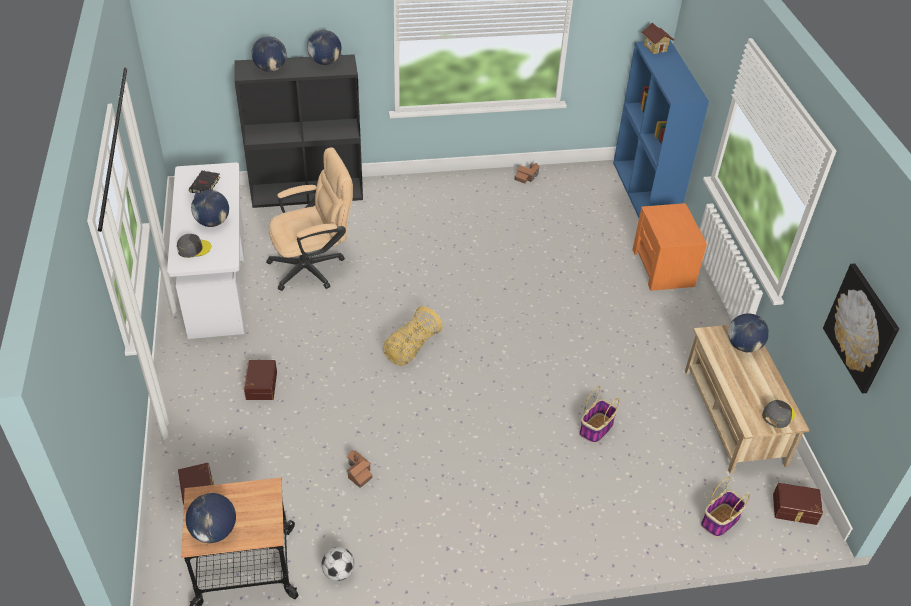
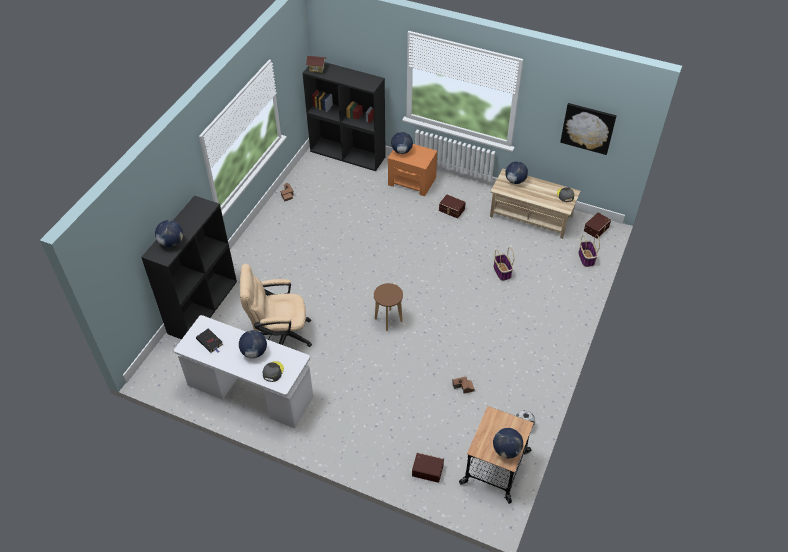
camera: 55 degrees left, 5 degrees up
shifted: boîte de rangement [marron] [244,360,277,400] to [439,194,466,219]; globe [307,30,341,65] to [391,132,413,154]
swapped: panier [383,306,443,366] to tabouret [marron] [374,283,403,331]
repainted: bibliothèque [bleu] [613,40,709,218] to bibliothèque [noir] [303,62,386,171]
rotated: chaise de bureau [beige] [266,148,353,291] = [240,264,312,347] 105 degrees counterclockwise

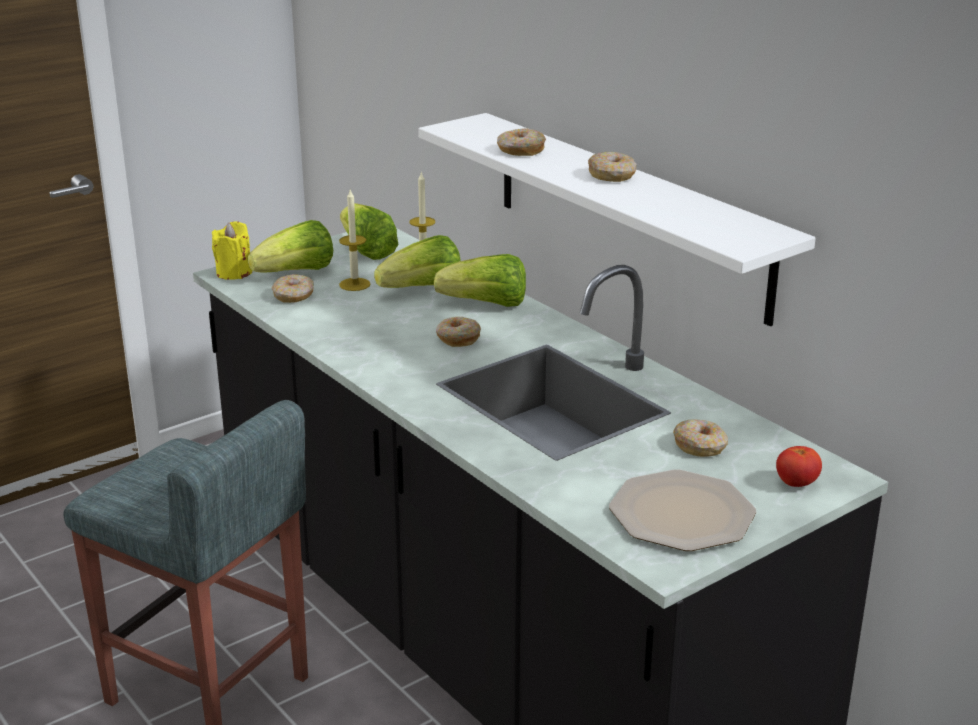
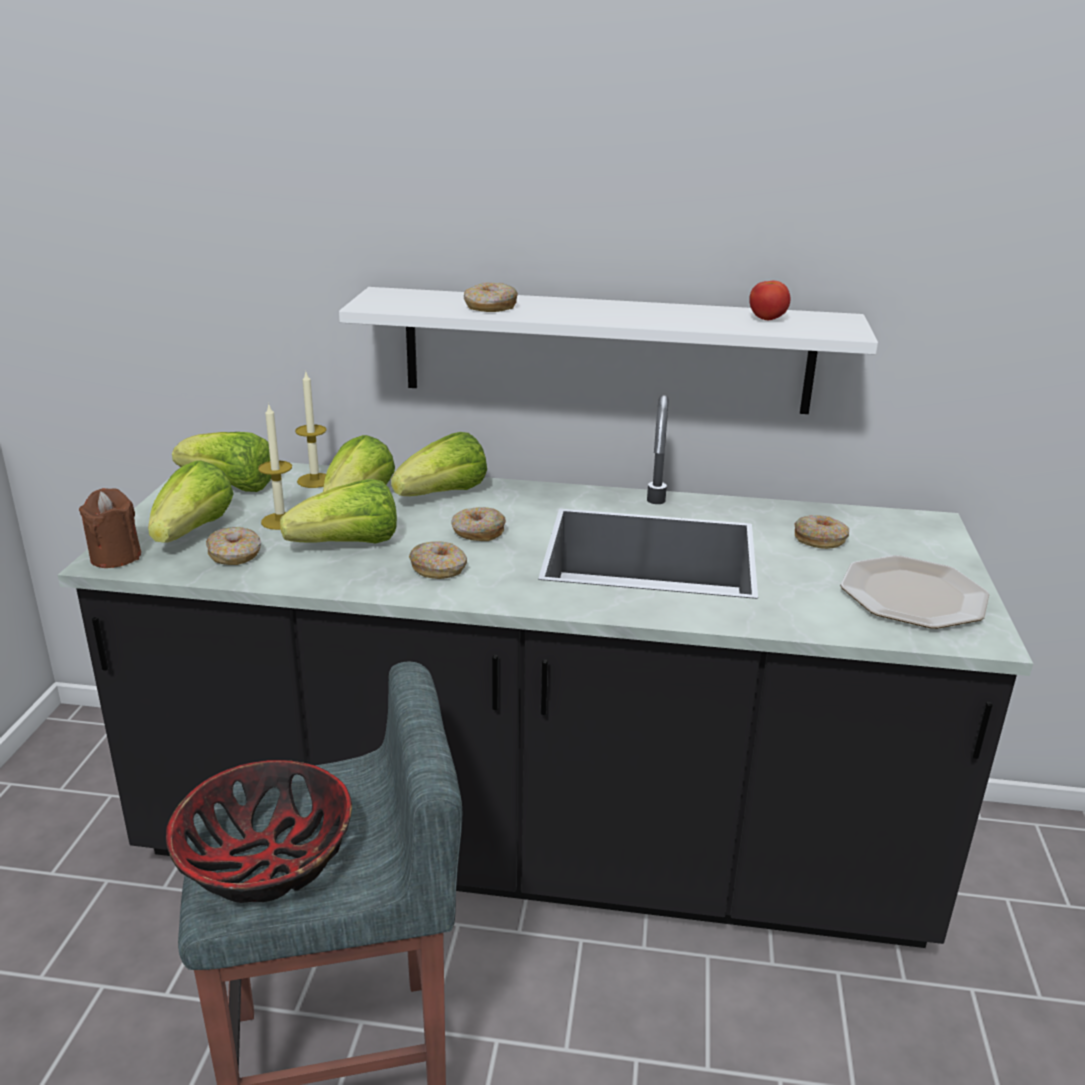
camera: 45 degrees left, 0 degrees up
new: bol [166,760,352,903]; laitue [280,479,397,544]
shifted: beignet [588,152,637,182] to [409,541,467,579]; tomate [776,446,822,487] to [749,281,790,320]
repainted: bougie [jaune] [212,221,253,280] to bougie [marron] [79,488,141,568]

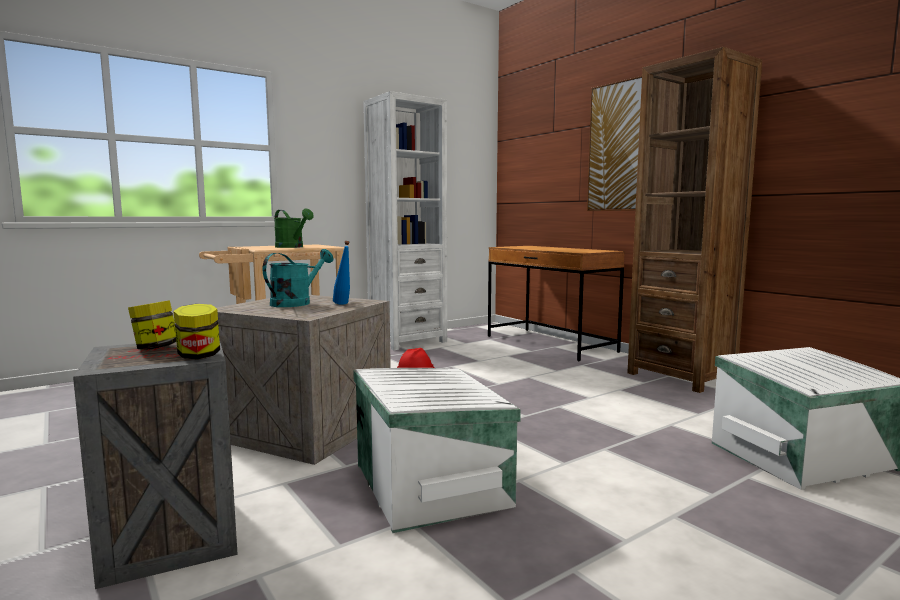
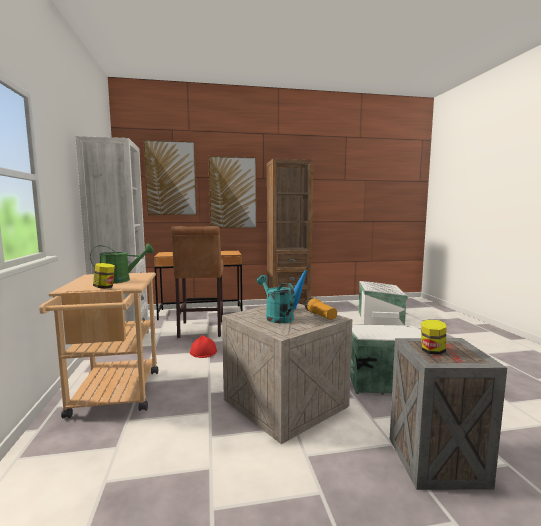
camera: 65 degrees left, 0 degrees up
new: tableau [143,140,197,216]; tabouret [marron] [171,226,224,338]; lampe de poche [305,297,337,320]
shifted: bocal [173,304,220,359] to [93,263,115,288]

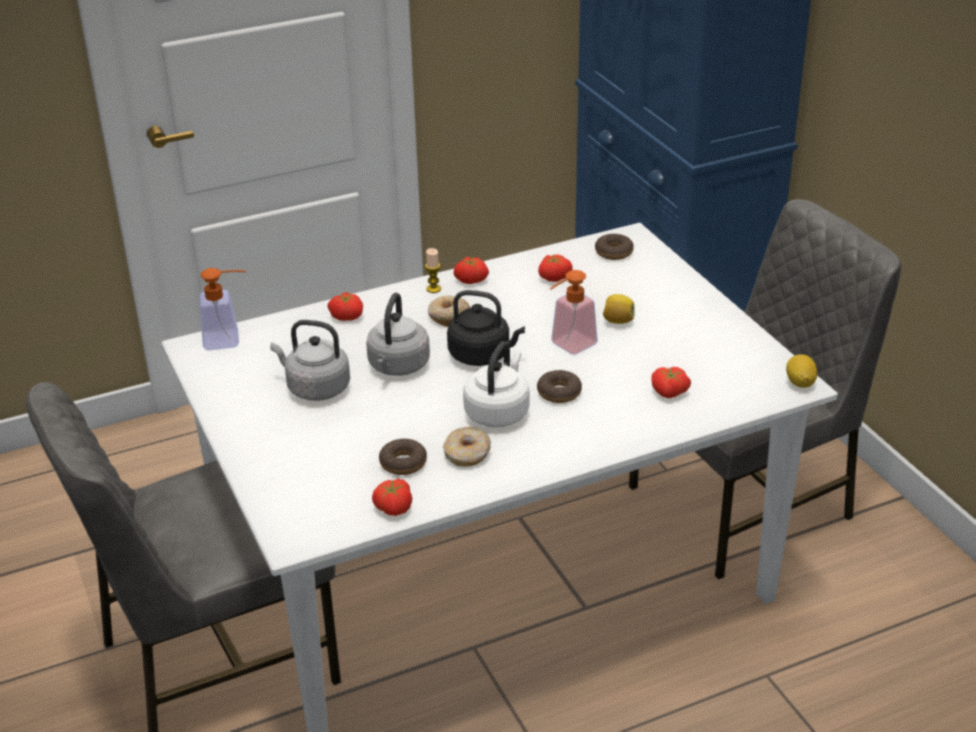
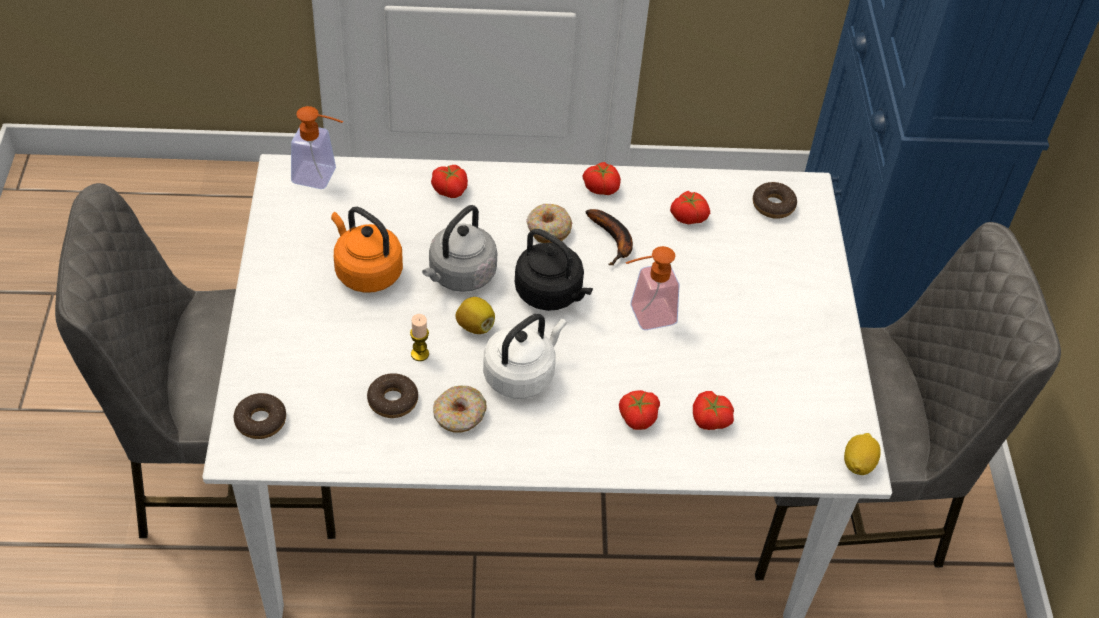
camera: 20 degrees right, 15 degrees up
new: banane [586,209,633,266]
shifted: tomate [372,479,412,516] to [619,390,660,430]; bougie [425,248,441,293] to [410,314,429,361]; beignet [537,370,582,403] to [234,393,286,439]; citron [603,294,635,324] to [455,297,495,334]
repainted: bouilloire [gris] [270,320,350,401] to bouilloire [orange] [331,207,403,293]

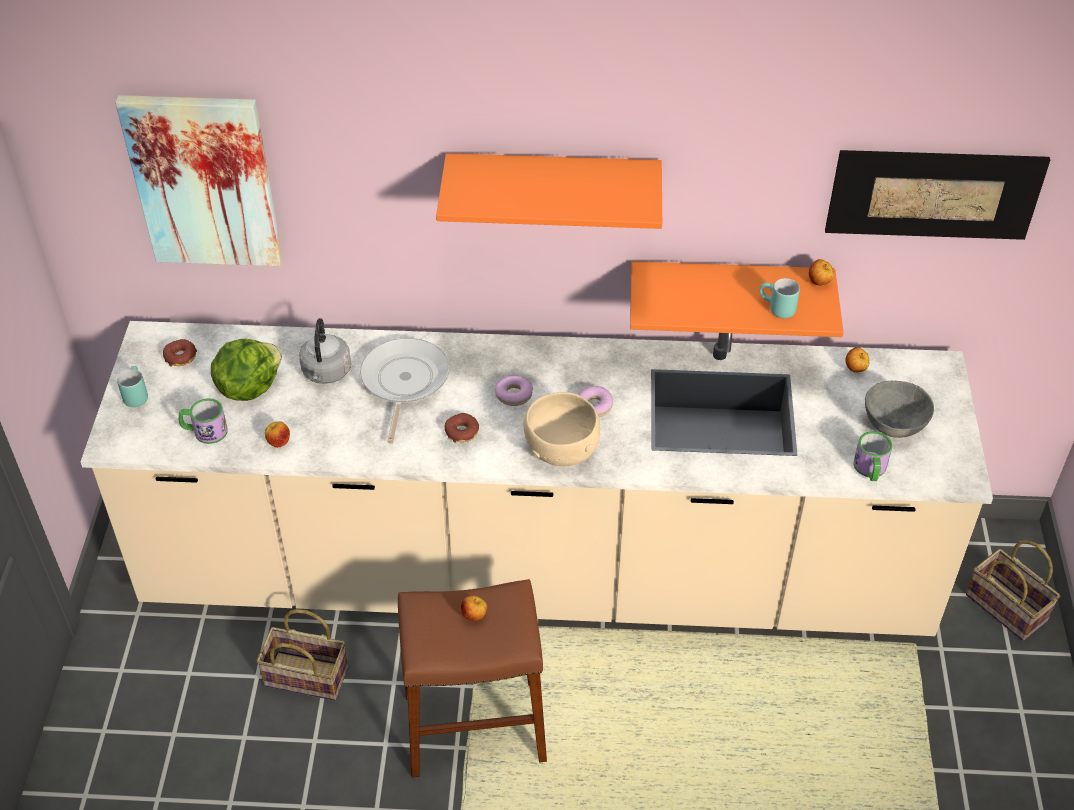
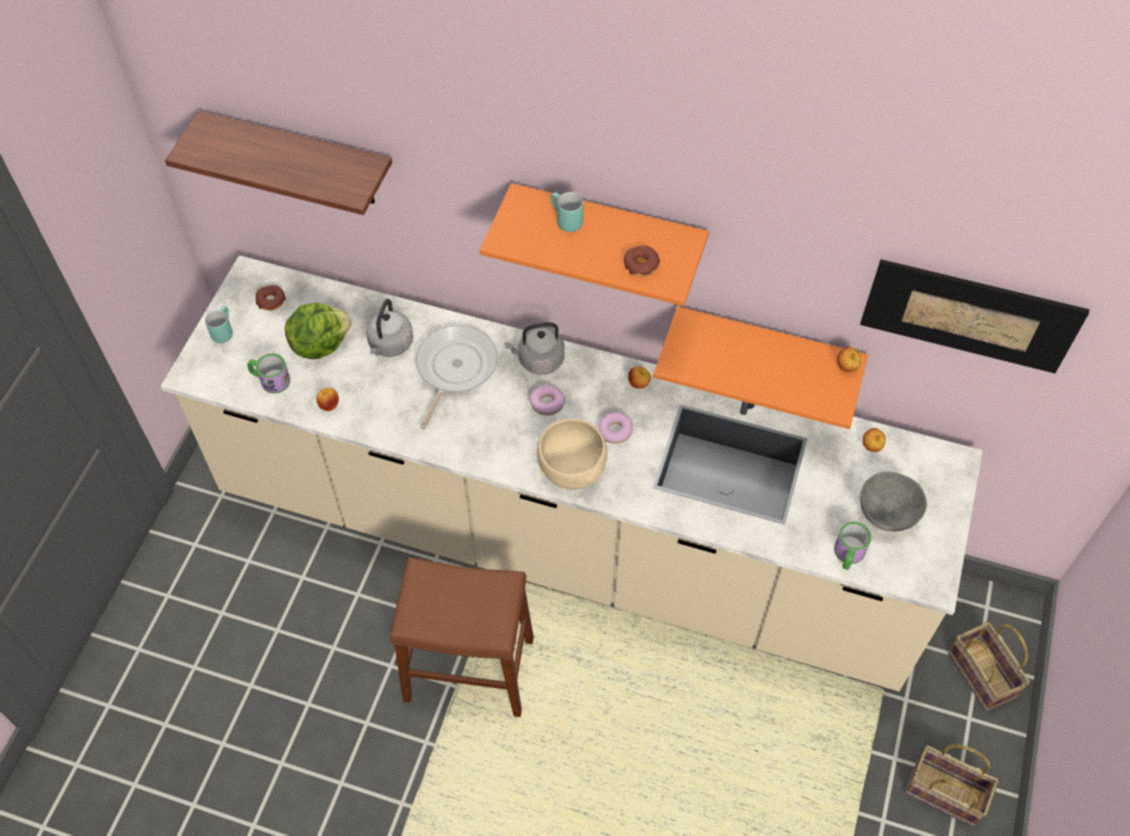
camera: 15 degrees right, 10 degrees up
new: bouilloire [gris] [504,322,564,375]
shifted: panier [256,609,348,701] to [905,744,999,827]; beignet [445,413,479,443] to [624,246,660,276]; pomme [461,595,487,621] to [628,366,651,389]; mug [turquoise] [760,278,800,318] to [551,192,583,232]
swapped: tableau [115,95,283,266] to étagère [165,111,392,215]

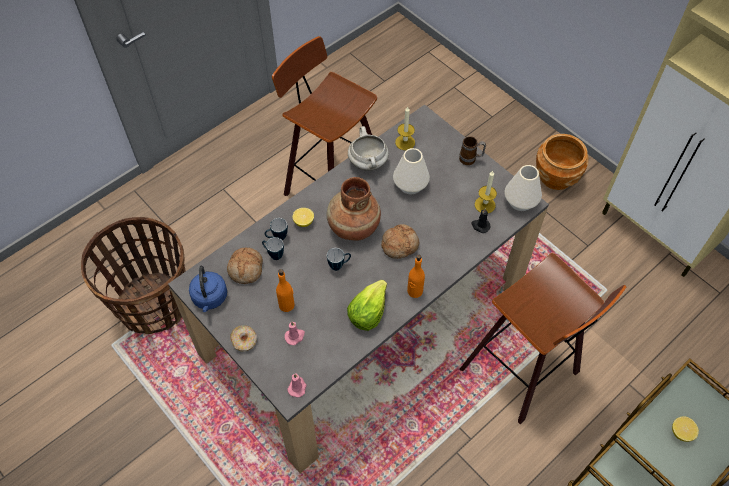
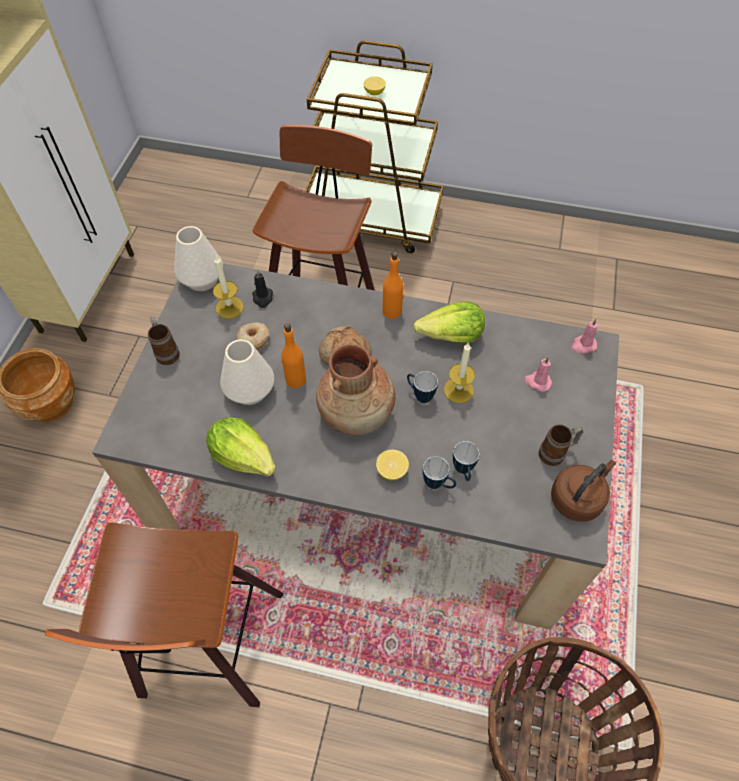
camera: 125 degrees left, 0 degrees up
gone: pain [227,247,263,284]
new: mug [539,424,583,466]
shifted: beignet [230,325,257,352] to [236,322,270,350]; bouteille [orange] [276,269,295,312] to [281,323,306,388]; bougie [395,107,415,150] to [444,343,475,403]
swapped: marmite [blanc] [348,126,389,171] to laitue [206,417,276,477]
repainted: bouilloire [bleu] [189,266,227,312] to bouilloire [marron] [551,460,616,522]

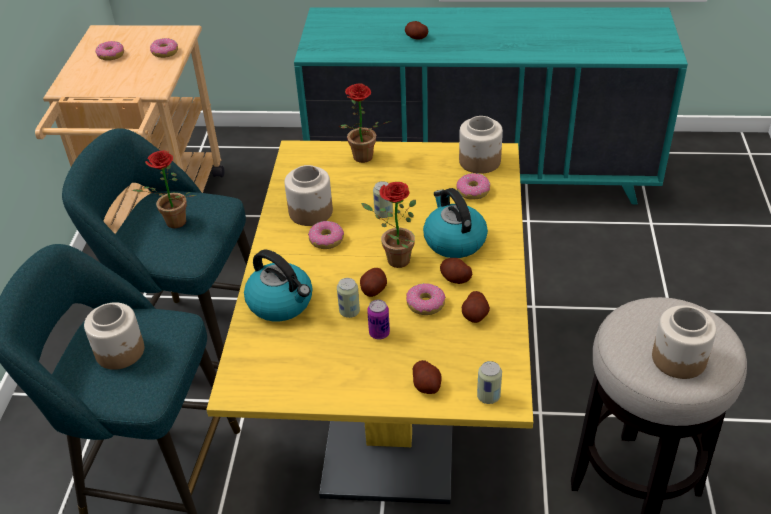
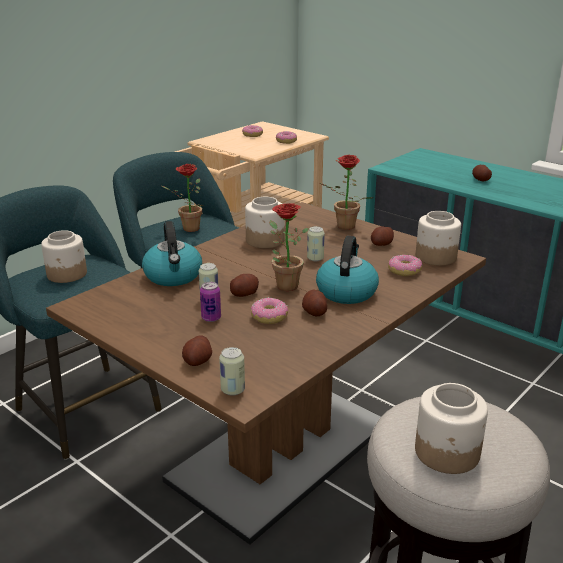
camera: 35 degrees right, 15 degrees down
gone: beignet [308,221,344,249]
shifted: pomme de terre [462,291,490,323] to [371,226,394,246]
repainted: table à manger [jaune] [206,140,533,504] to table à manger [marron] [46,202,486,545]

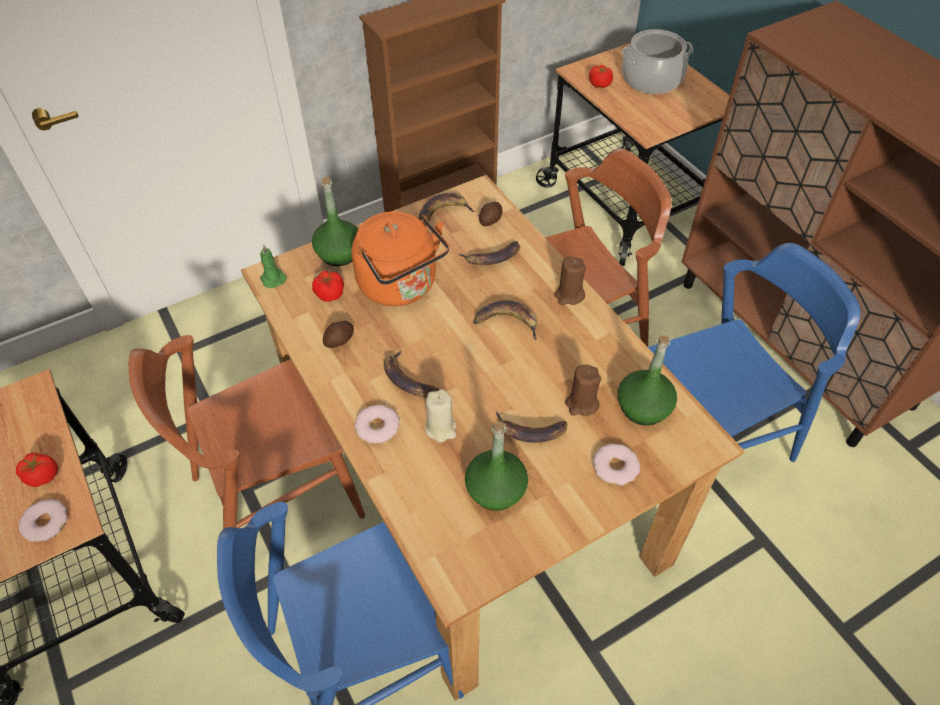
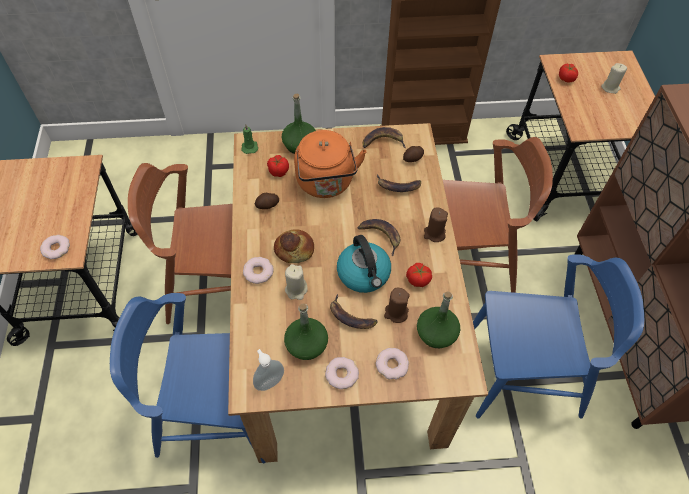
camera: 25 degrees right, 5 degrees up
new: distributeur de savon [253,349,284,391]; beignet [325,357,359,389]; bouilloire [337,235,391,293]
shifted: tomate [16,452,58,487] to [406,263,432,287]
swapped: banane [384,350,439,397] to pain [274,229,314,263]; marmite [622,29,693,94] to bougie [beige] [601,63,627,94]

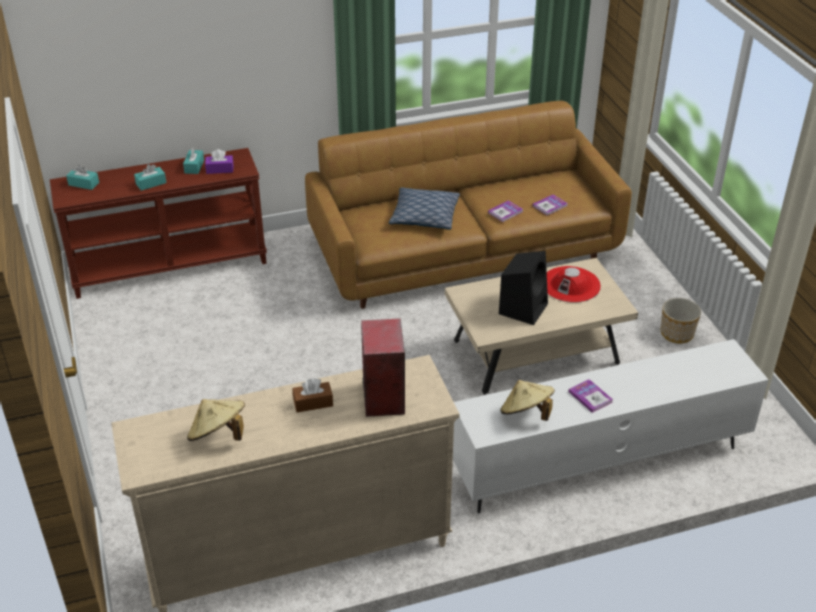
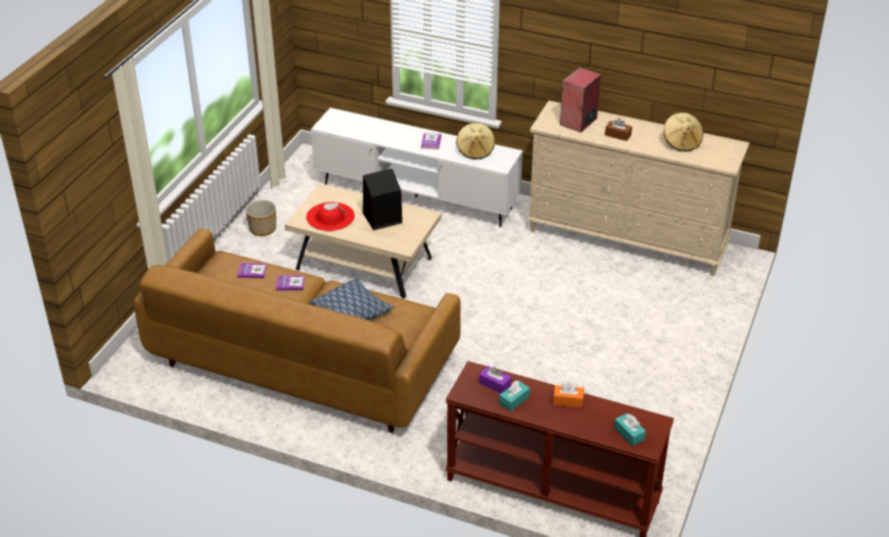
camera: 140 degrees left, 0 degrees up
repainted: boîte à mouchoirs [turquoise] [134,164,166,191] to boîte à mouchoirs [orange] [553,382,584,408]

